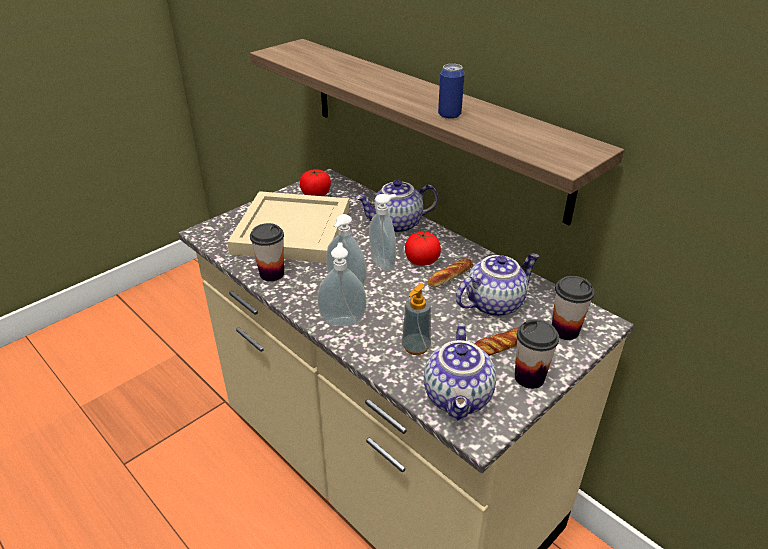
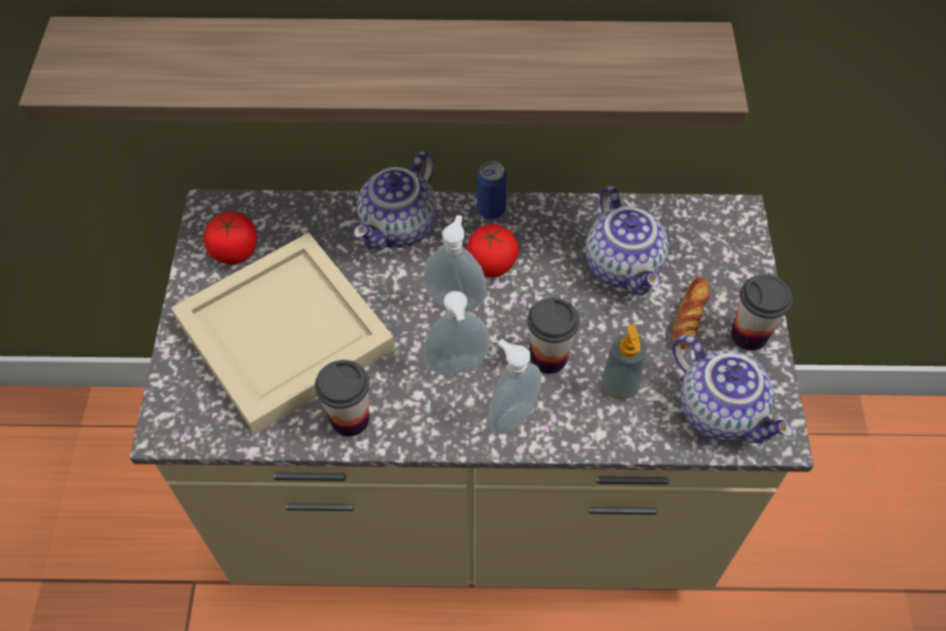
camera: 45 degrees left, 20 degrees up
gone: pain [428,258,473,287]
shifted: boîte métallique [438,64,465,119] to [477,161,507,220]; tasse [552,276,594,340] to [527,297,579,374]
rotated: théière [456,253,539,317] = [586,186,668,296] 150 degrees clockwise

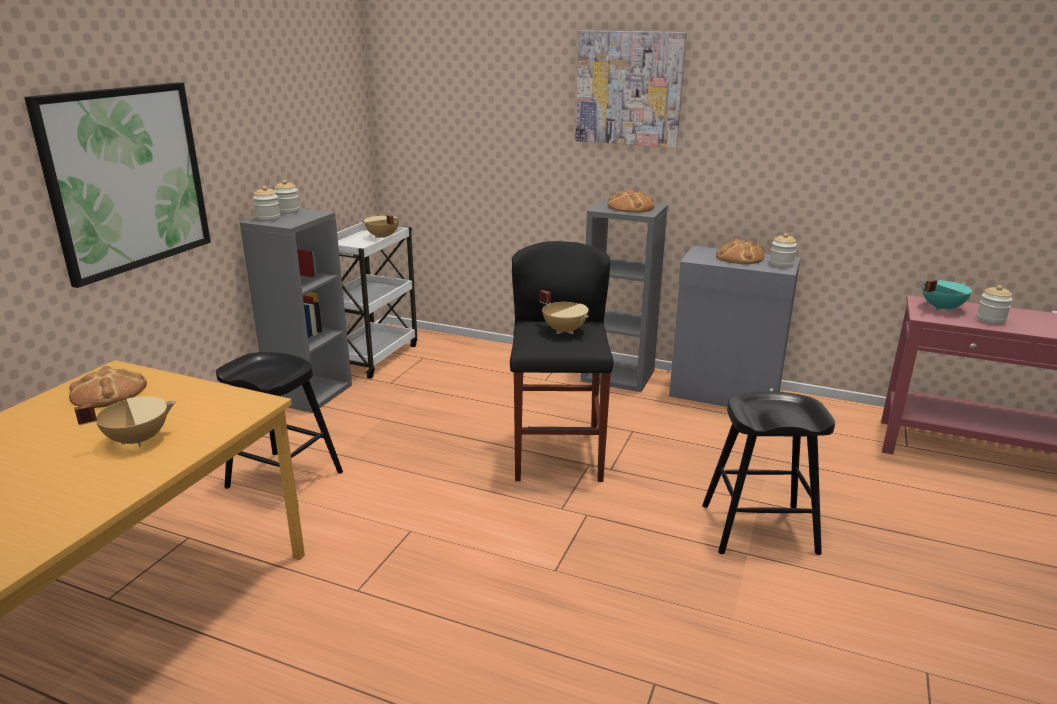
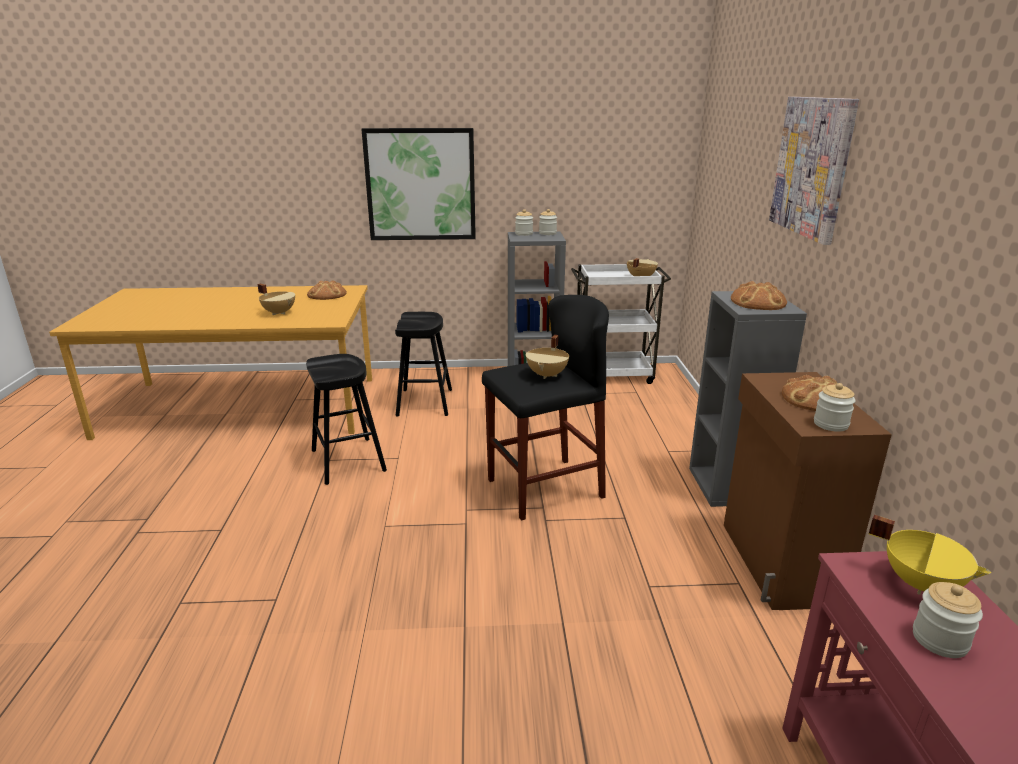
camera: 65 degrees right, 0 degrees up
shifted: tabouret [noir] [702,391,835,555] to [306,354,387,485]
repainted: meuble de rangement [gris] [669,246,801,407] to meuble de rangement [marron] [724,372,892,610]; marmite [turquoise] [922,279,972,312] to marmite [jaune] [869,515,991,595]

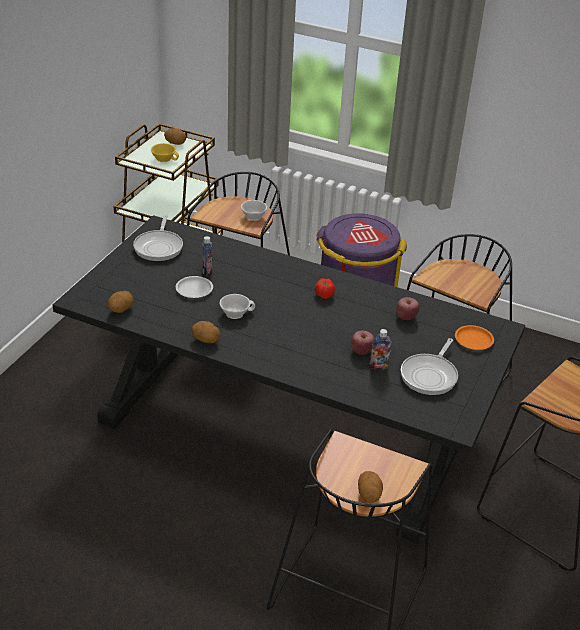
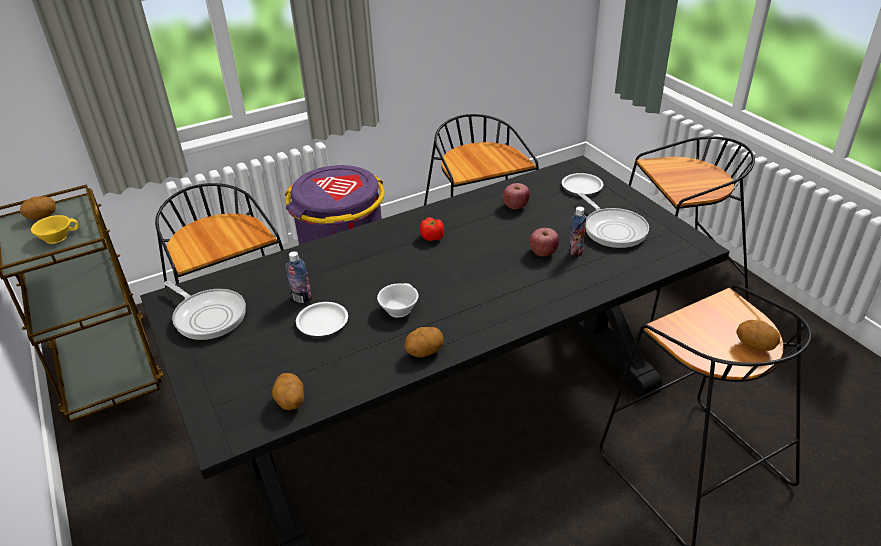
camera: 50 degrees left, 0 degrees up
gone: tasse [blanc] [241,200,267,221]
repainted: assiette [orange] [455,325,494,350] to assiette [blanc] [562,173,603,195]

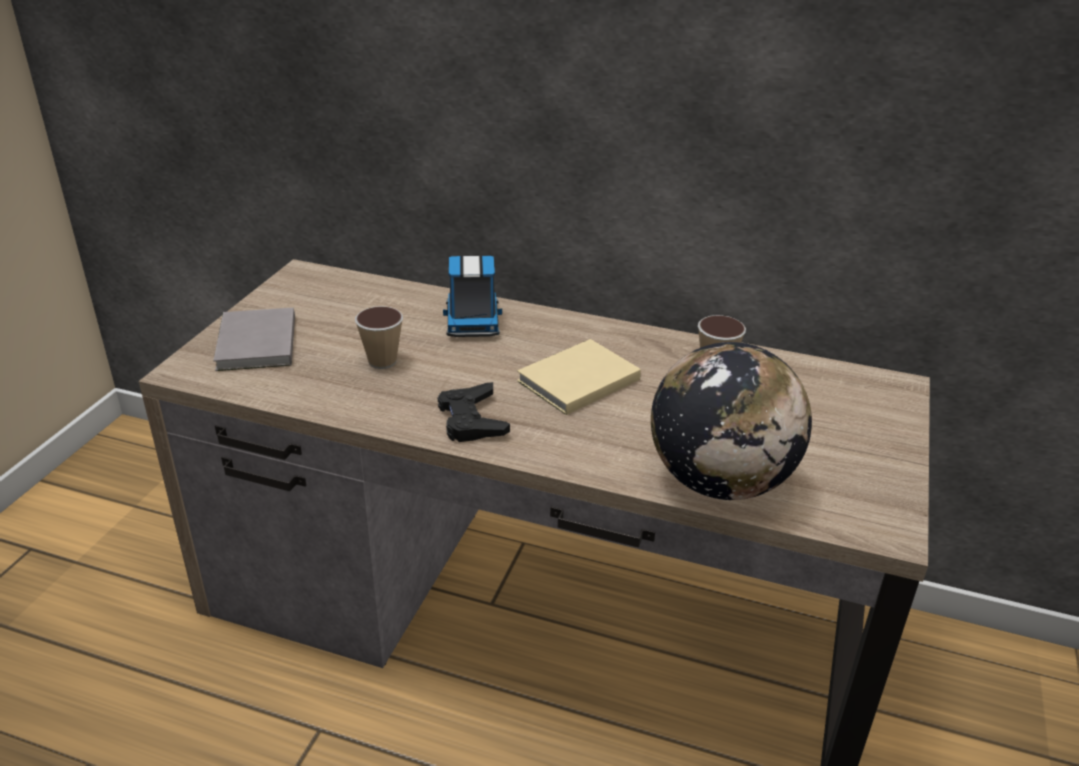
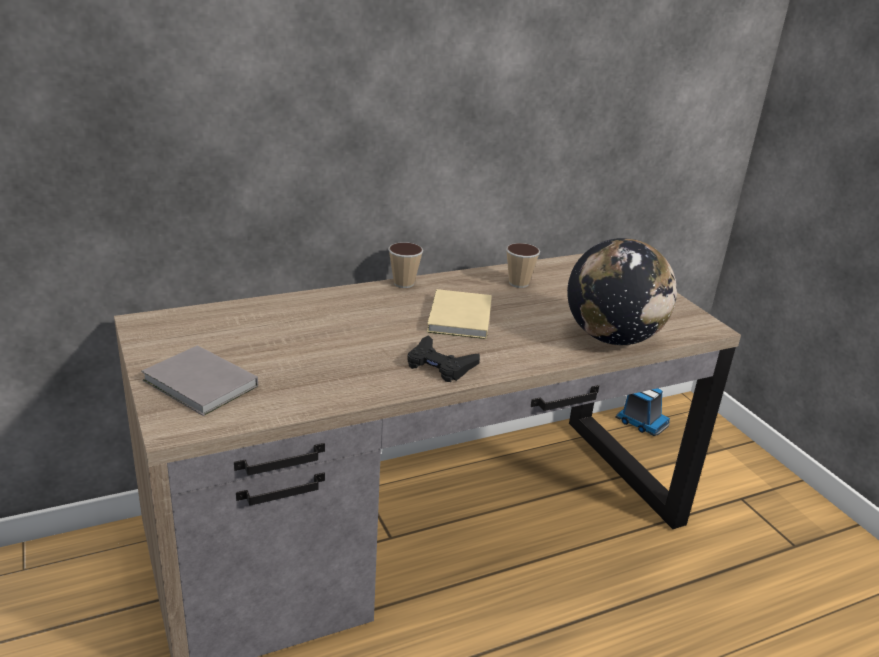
camera: 45 degrees left, 5 degrees down
shifted: tasse [355,306,403,369] to [388,242,423,288]; camion jouet [443,256,502,337] to [616,388,670,436]

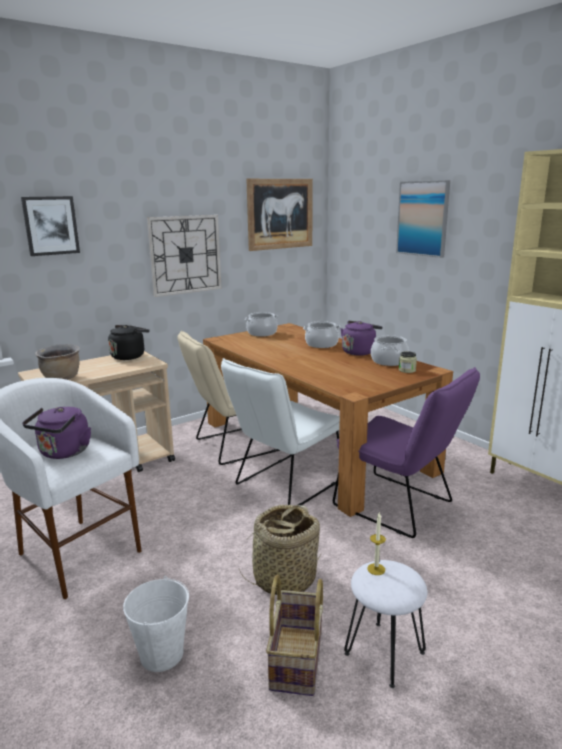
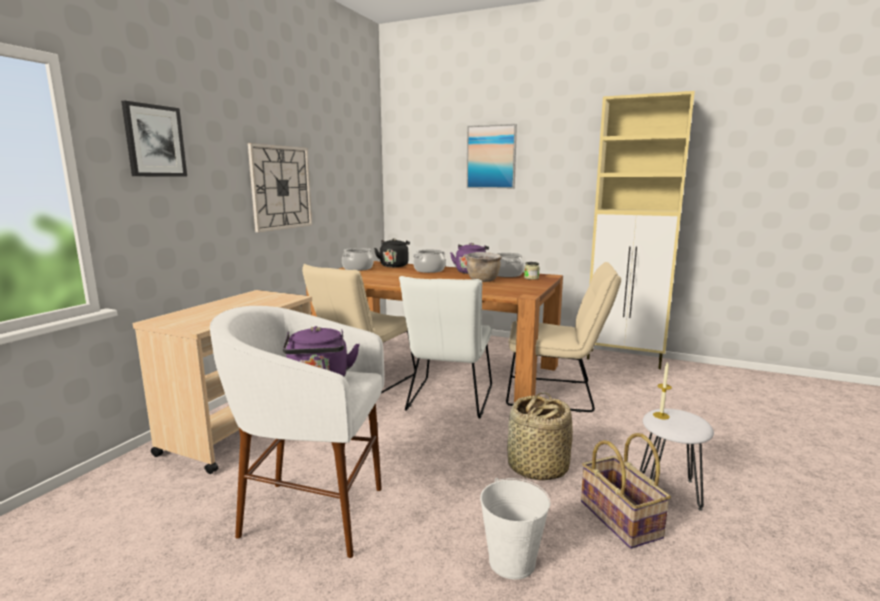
camera: 30 degrees left, 5 degrees down
gone: tableau [246,179,313,251]
shifted: marmite [marron] [35,344,80,380] to [466,252,502,282]; bouilloire [noir] [108,325,150,360] to [374,238,410,267]
repainted: chaise [violet] [333,367,480,538] to chaise [beige] [506,262,621,412]

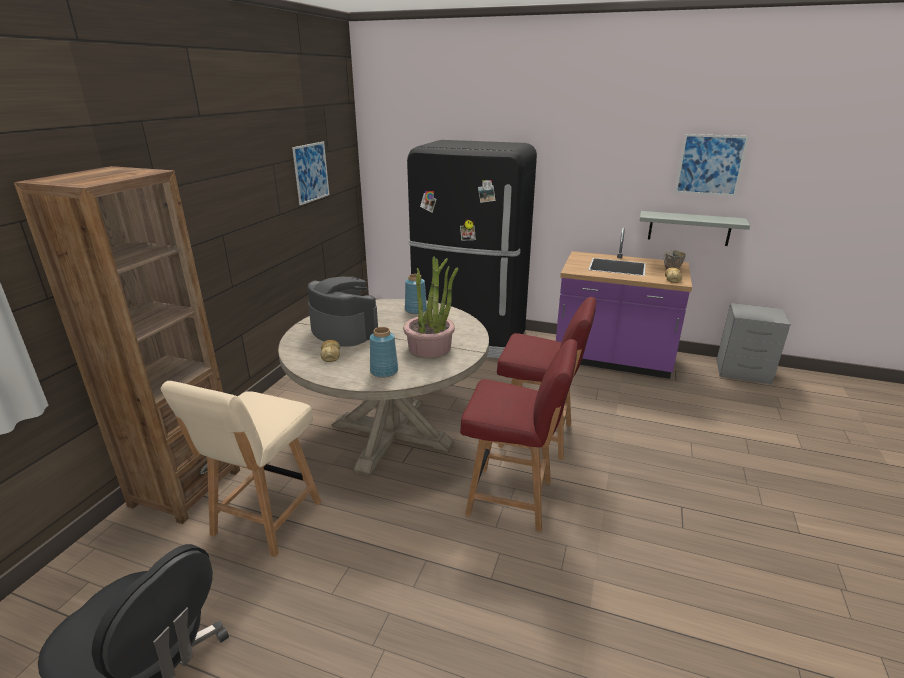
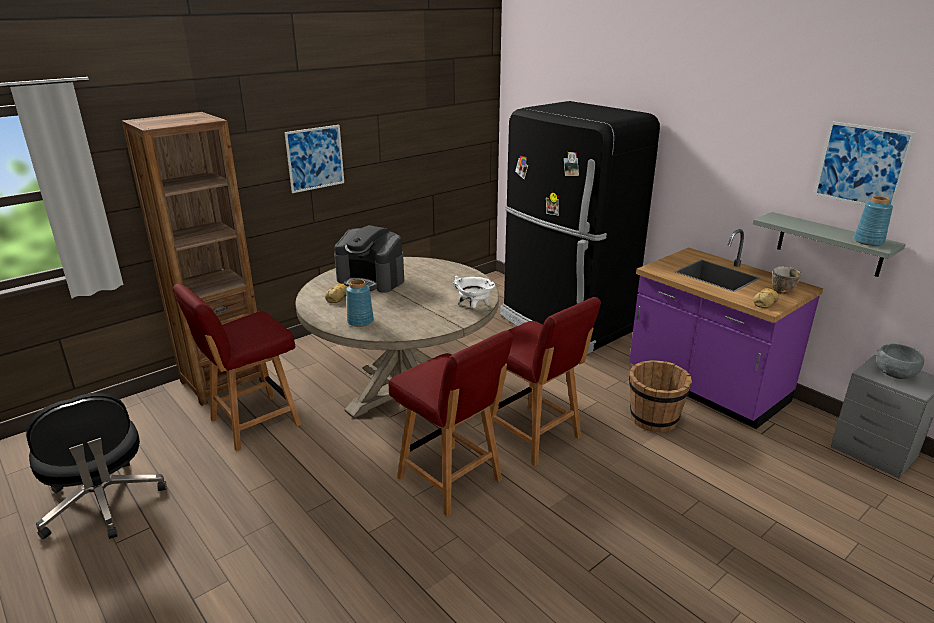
camera: 30 degrees right, 0 degrees up
gone: plante en pot [403,256,459,358]
new: marmite [blanc] [453,276,495,308]; seau [marron] [629,360,692,433]; bol [gris] [877,344,924,379]
shifted: tableau [292,141,329,205] to [285,125,344,193]; vase [bleu] [405,274,427,314] to [854,196,893,246]
repainted: chaise [beige] [161,381,321,557] to chaise [rouge] [173,284,301,451]
rotated: machine à café [307,277,378,347] = [334,225,404,293] 135 degrees clockwise

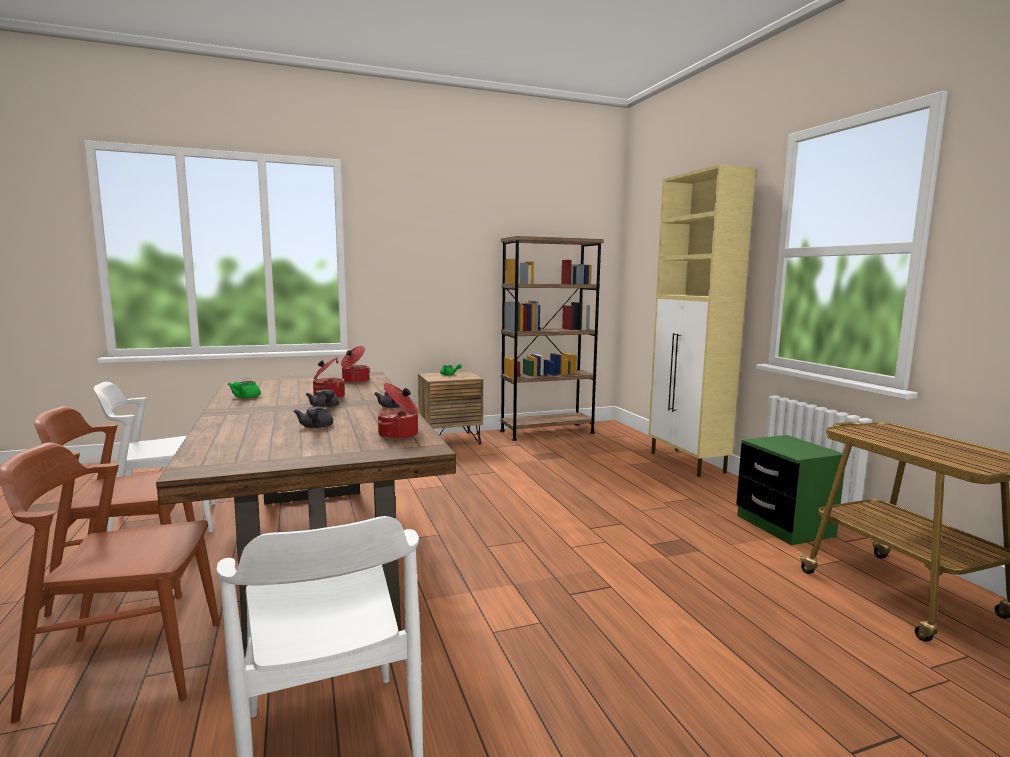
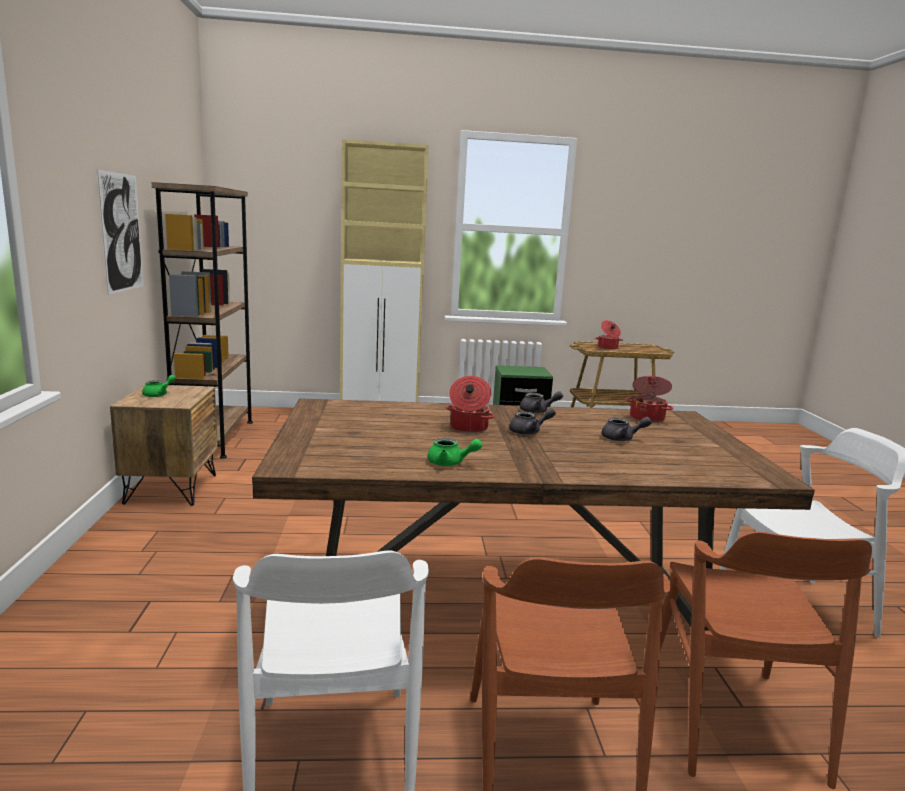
camera: 75 degrees left, 5 degrees up
new: tableau [97,170,144,295]
shifted: marmite [341,346,370,384] to [595,320,623,350]

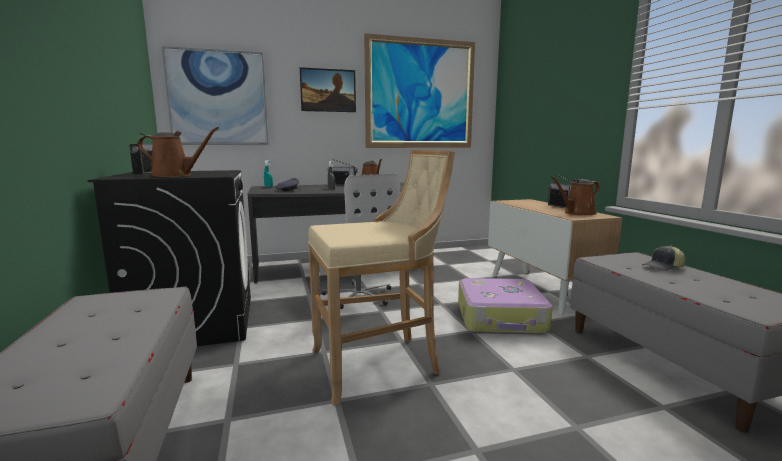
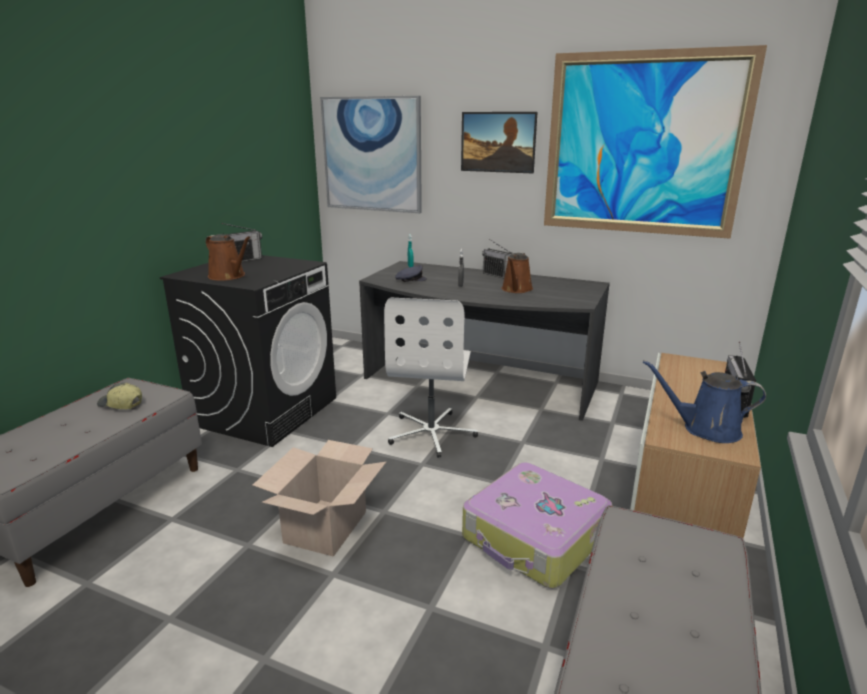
camera: 40 degrees right, 10 degrees up
shifted: casquette [642,246,685,271] to [97,383,142,409]
swapped: tabouret [beige] [308,150,455,405] to carton [253,440,386,557]
repainted: arrosoir [marron] [551,176,600,215] to arrosoir [bleu] [643,360,766,443]

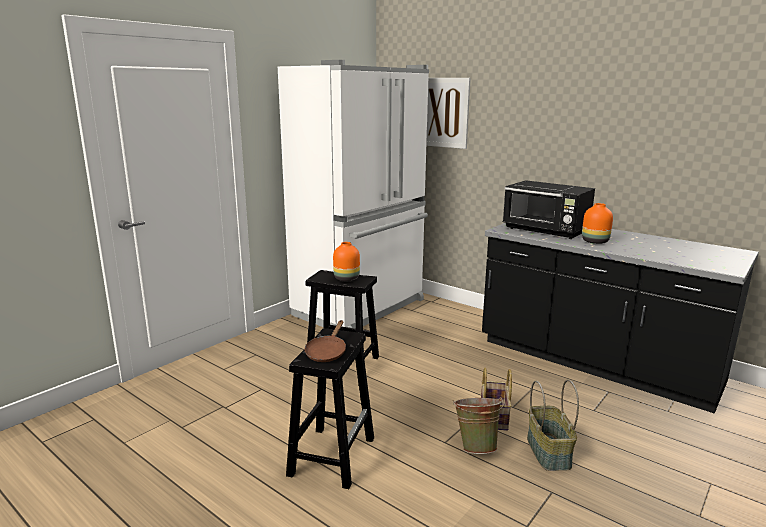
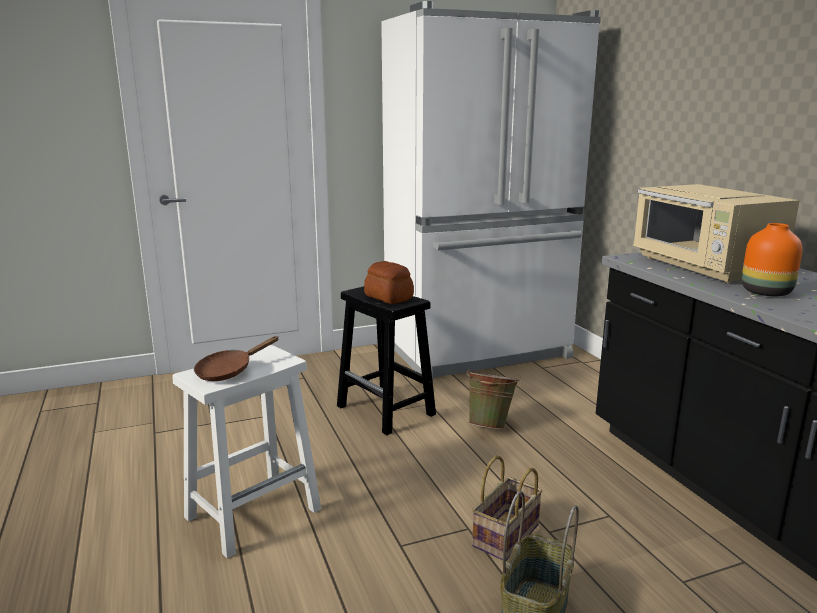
camera: 30 degrees right, 0 degrees up
gone: tableau [426,78,471,149]
shifted: seau [vert] [453,397,504,454] to [466,368,520,429]
swapped: vase [orange] [333,242,360,281] to pain [364,261,414,304]
repainted: tabouret [noir] [286,328,374,489] to tabouret [blanc] [172,345,321,559]; micro-ondes [noir] [503,180,595,239] to micro-ondes [beige] [633,184,800,284]

